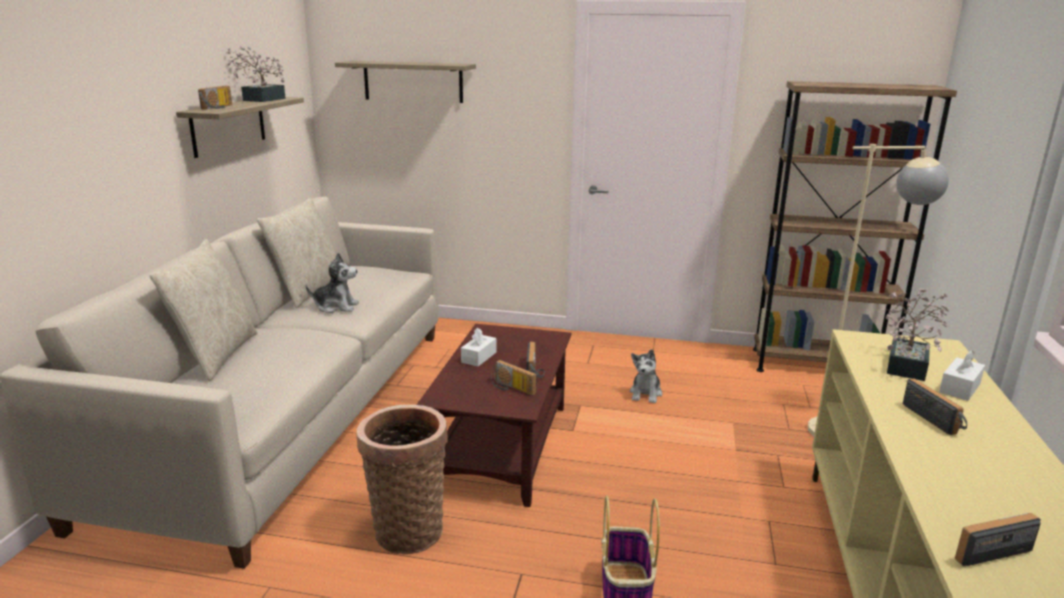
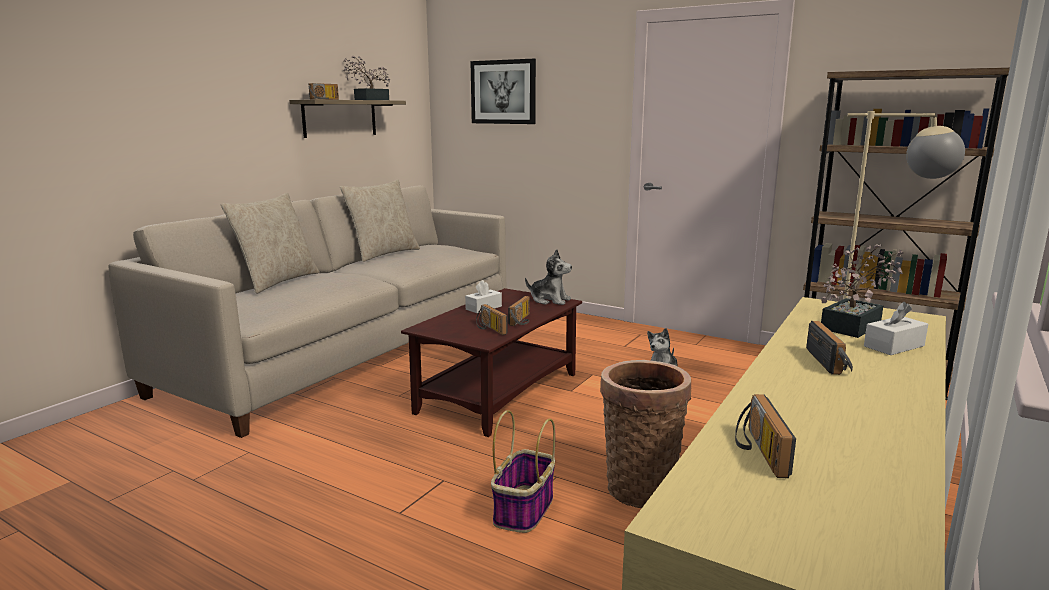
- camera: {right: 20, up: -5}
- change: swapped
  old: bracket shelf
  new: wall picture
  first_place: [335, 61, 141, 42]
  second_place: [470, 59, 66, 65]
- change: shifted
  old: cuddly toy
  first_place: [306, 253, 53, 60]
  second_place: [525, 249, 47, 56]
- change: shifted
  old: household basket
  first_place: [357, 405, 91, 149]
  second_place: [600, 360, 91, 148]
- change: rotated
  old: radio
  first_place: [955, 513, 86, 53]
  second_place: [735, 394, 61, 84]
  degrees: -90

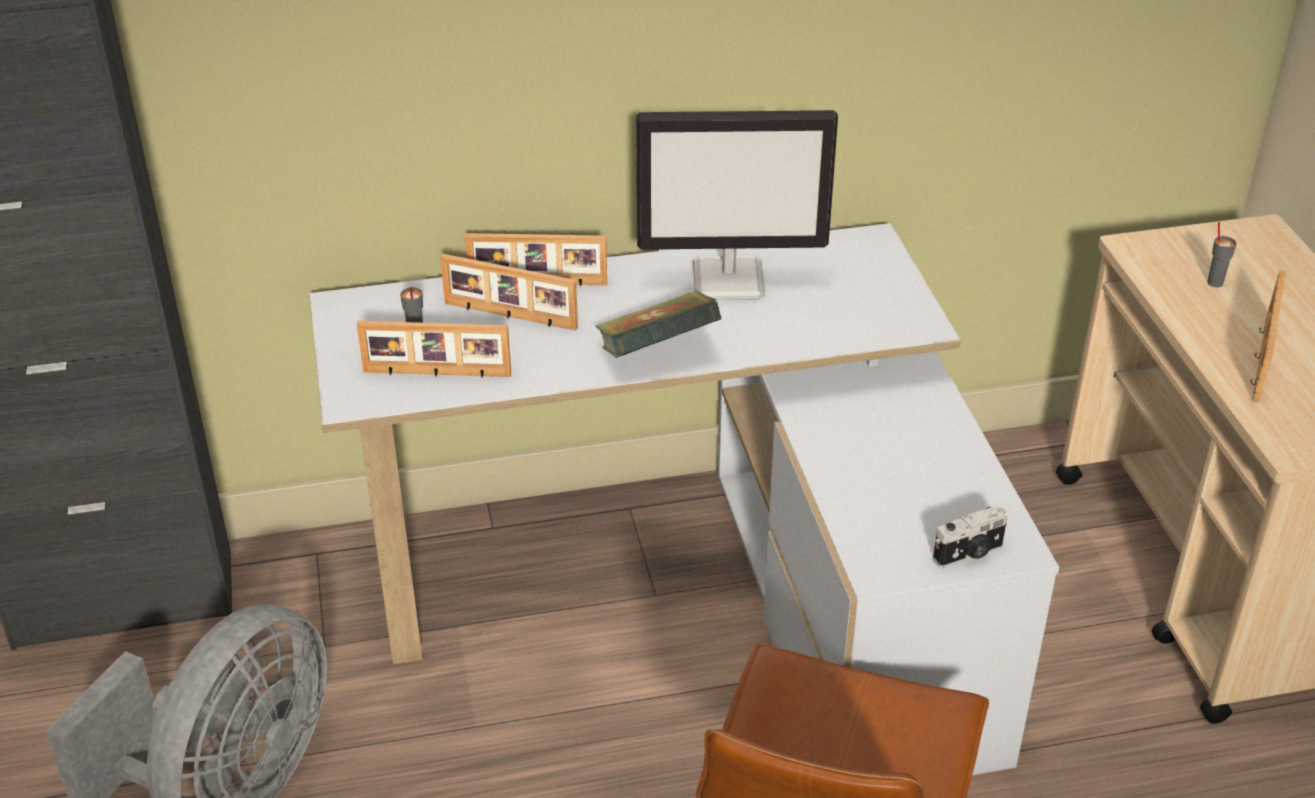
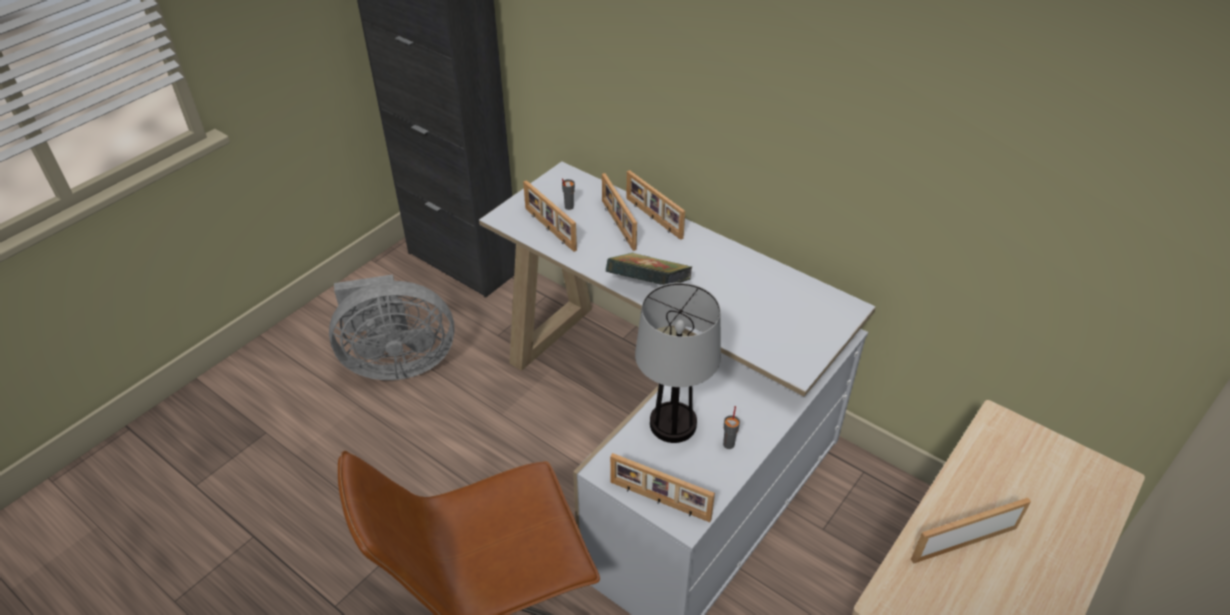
- camera: {right: 50, up: 5}
- change: swapped
  old: still camera
  new: photo frame
  first_place: [933, 506, 74, 62]
  second_place: [610, 453, 105, 69]
- change: new
  new: lamp for a table
  second_place: [635, 283, 86, 160]
- change: shifted
  old: cup (greyish)
  first_place: [1207, 222, 30, 65]
  second_place: [723, 406, 17, 43]
- change: gone
  old: monitor
  first_place: [636, 110, 202, 190]

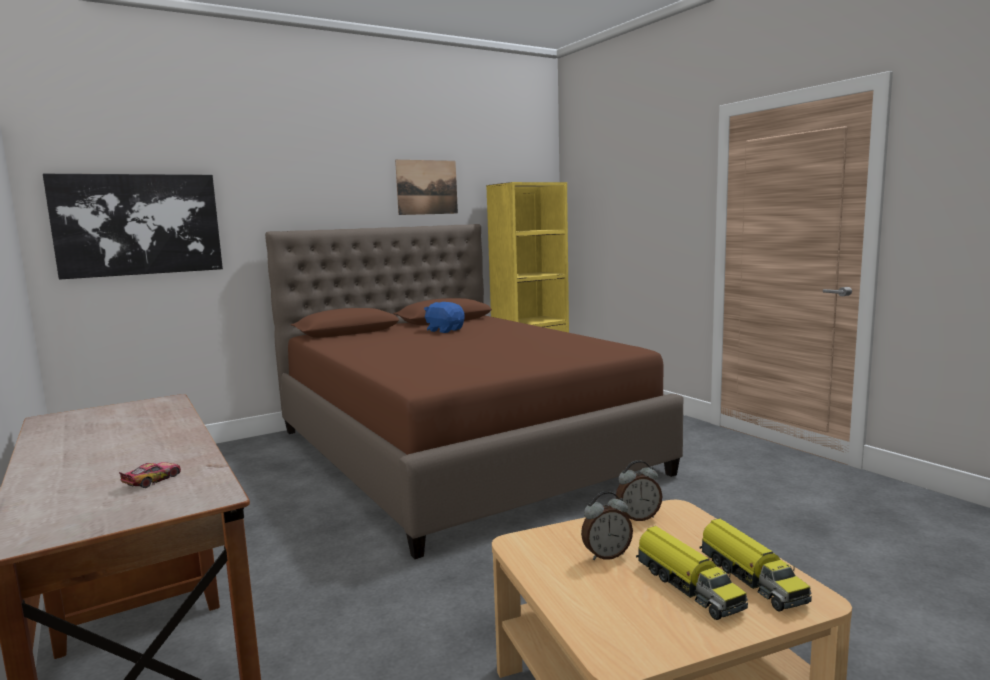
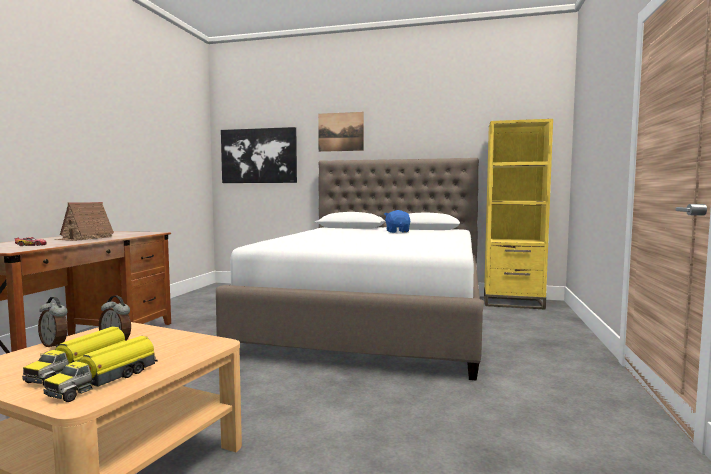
- camera: {right: 45, up: -5}
- change: shifted
  old: bedside clock
  first_place: [616, 460, 46, 61]
  second_place: [38, 297, 30, 50]
- change: new
  new: toy house
  second_place: [55, 202, 59, 39]
- change: repainted
  old: sleeping bed (brown)
  new: sleeping bed (white-coloured)
  first_place: [265, 224, 419, 335]
  second_place: [216, 158, 268, 223]
- change: shifted
  old: wall picture
  first_place: [395, 160, 63, 55]
  second_place: [318, 112, 46, 40]

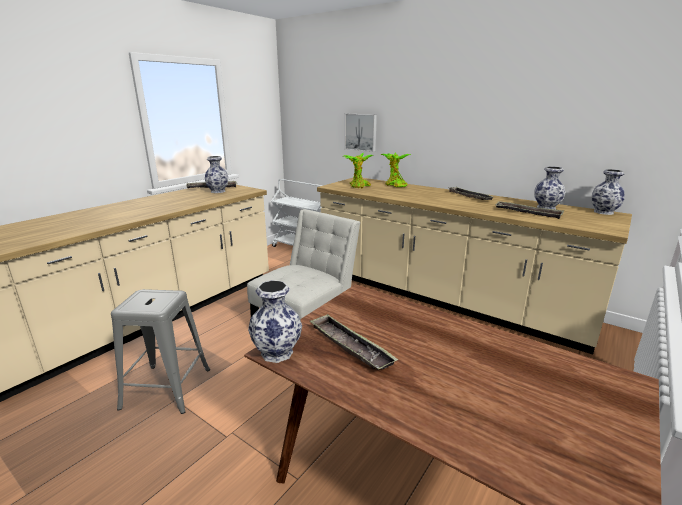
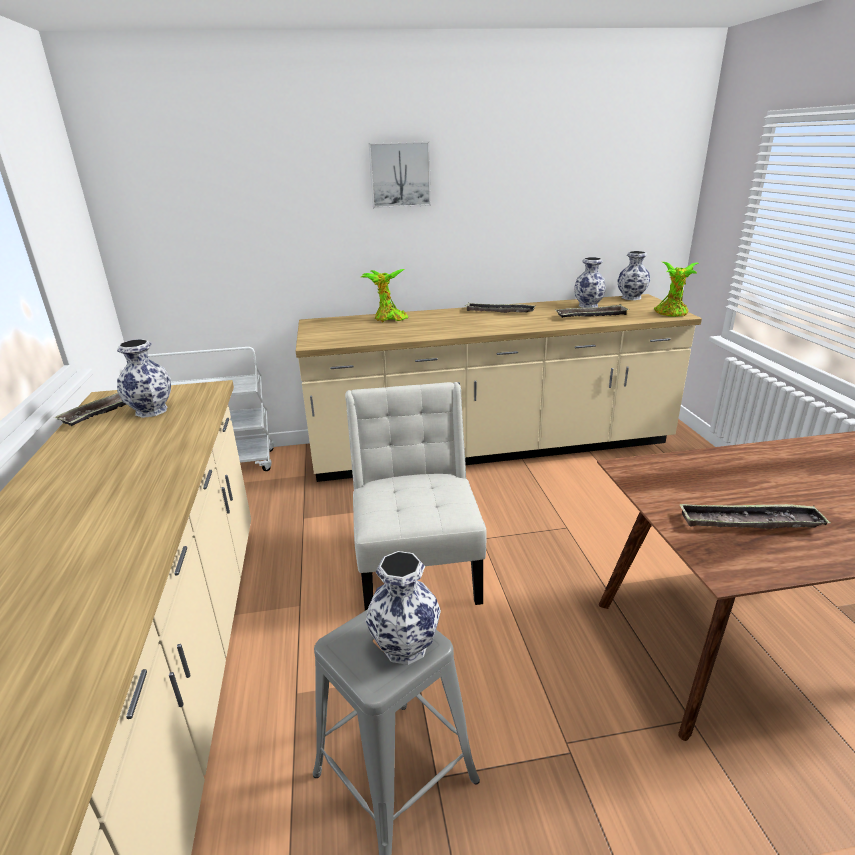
- camera: {right: -45, up: 5}
- change: shifted
  old: vase
  first_place: [248, 280, 54, 83]
  second_place: [365, 551, 76, 114]
- change: shifted
  old: wall picture
  first_place: [344, 114, 33, 38]
  second_place: [369, 141, 62, 67]
- change: shifted
  old: plant in a pot
  first_place: [344, 153, 30, 36]
  second_place: [654, 262, 45, 55]

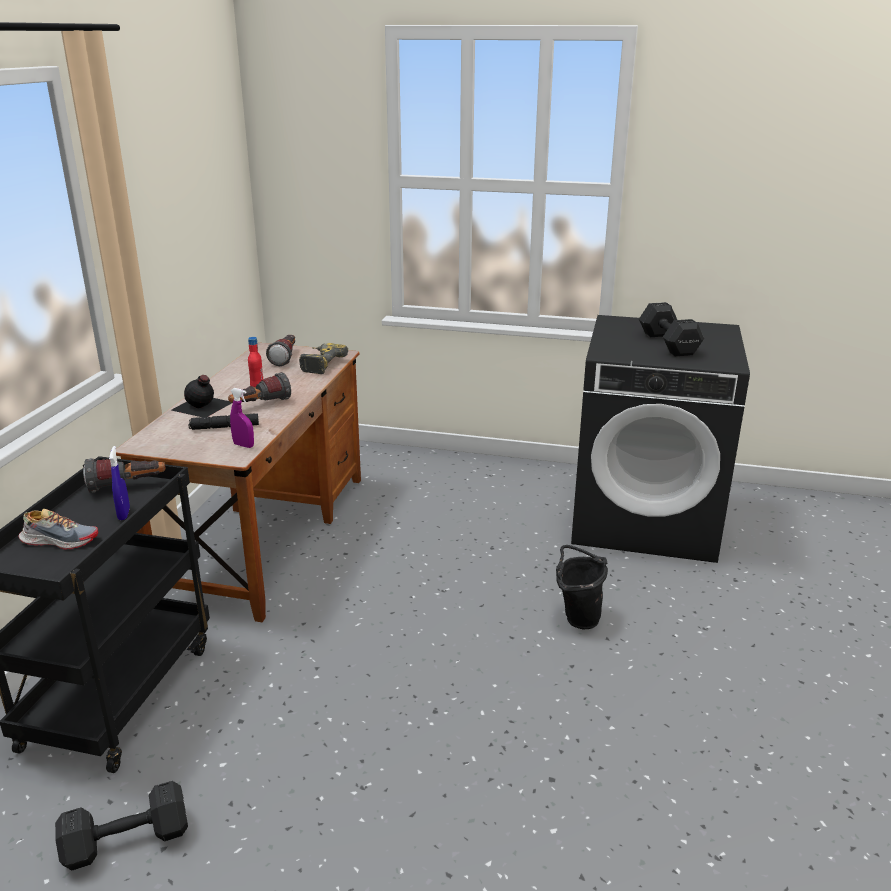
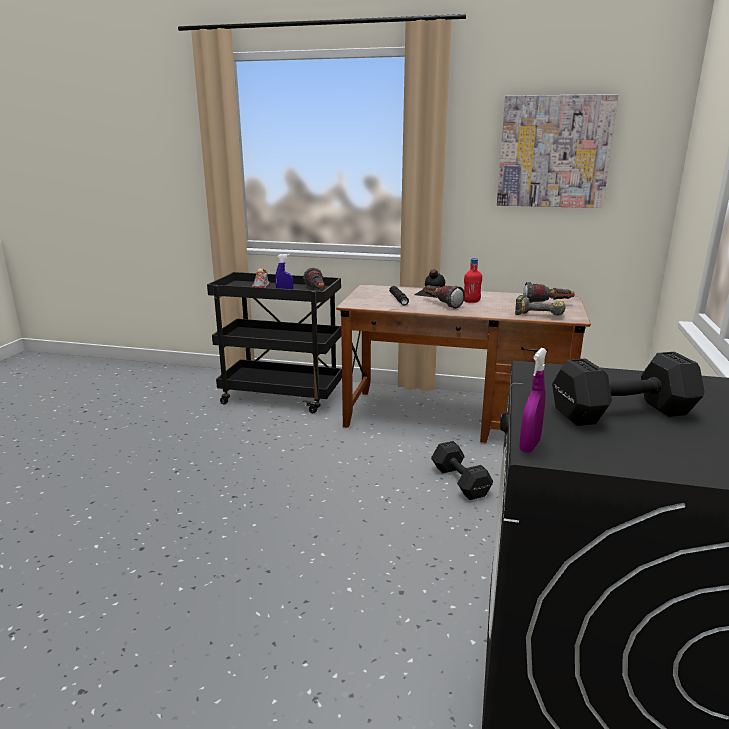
- camera: {right: 90, up: -5}
- change: shifted
  old: hand weight (blackish)
  first_place: [55, 781, 133, 89]
  second_place: [431, 441, 62, 59]
- change: new
  new: wall picture
  second_place: [497, 94, 121, 114]
- change: shifted
  old: spray bottle (purplish)
  first_place: [230, 388, 24, 60]
  second_place: [519, 348, 28, 105]
- change: gone
  old: bucket (blackish)
  first_place: [556, 545, 52, 84]

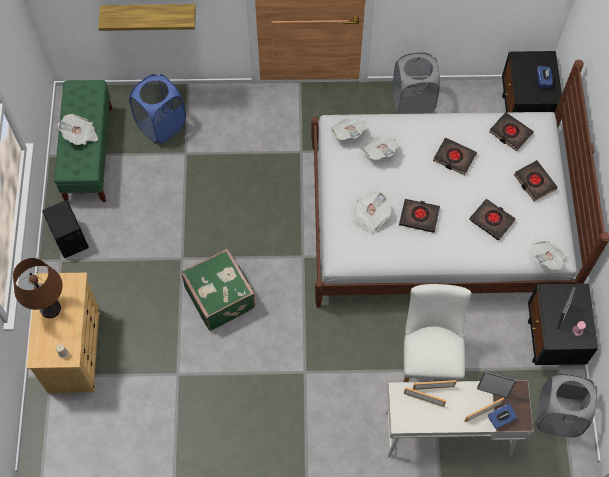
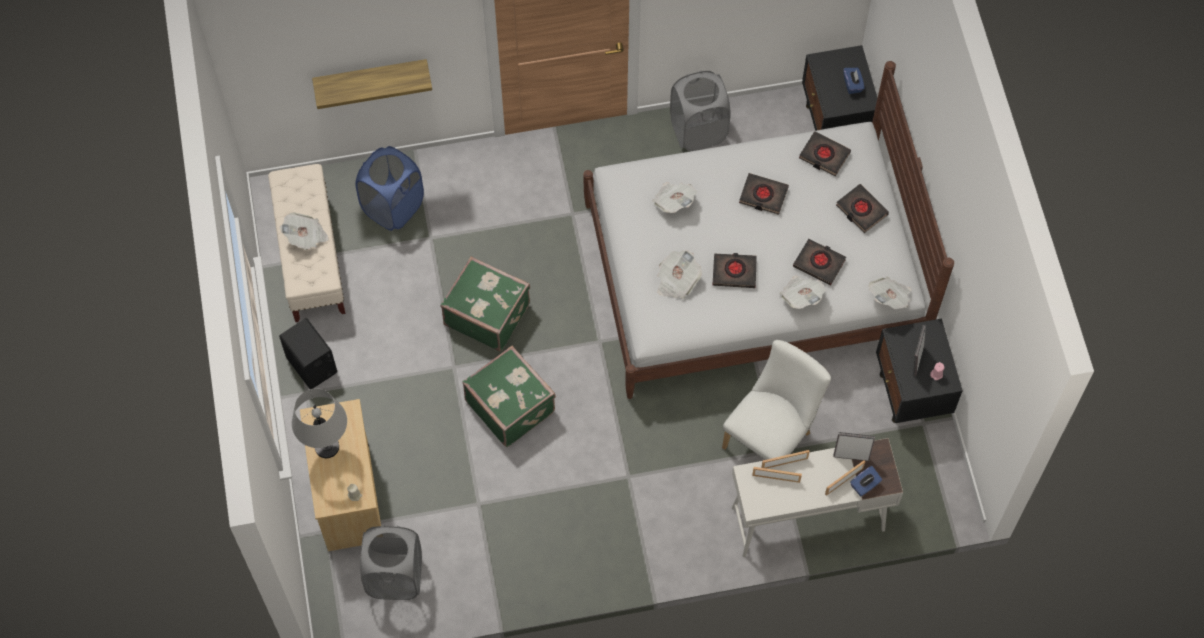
- camera: {right: -10, up: 0}
- change: repainted
  old: long seat (greenish)
  new: long seat (beige)
  first_place: [54, 80, 58, 122]
  second_place: [268, 164, 77, 158]
- change: repainted
  old: lamp for a table (brown)
  new: lamp for a table (greyish)
  first_place: [13, 258, 50, 60]
  second_place: [292, 388, 55, 70]
- change: shifted
  old: laundry basket (greyish)
  first_place: [536, 374, 61, 63]
  second_place: [360, 526, 62, 74]
- change: new
  new: piece of luggage (greenish)
  second_place: [440, 256, 90, 96]
- change: rotated
  old: upright chair (white-coloured)
  first_place: [403, 284, 69, 98]
  second_place: [722, 340, 109, 120]
  degrees: 45
- change: shifted
  old: daily paper
  first_place: [331, 116, 36, 24]
  second_place: [779, 276, 48, 33]

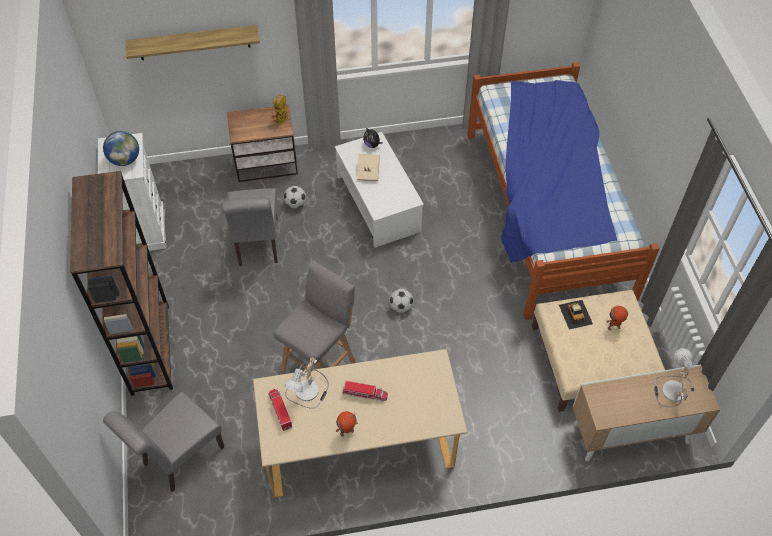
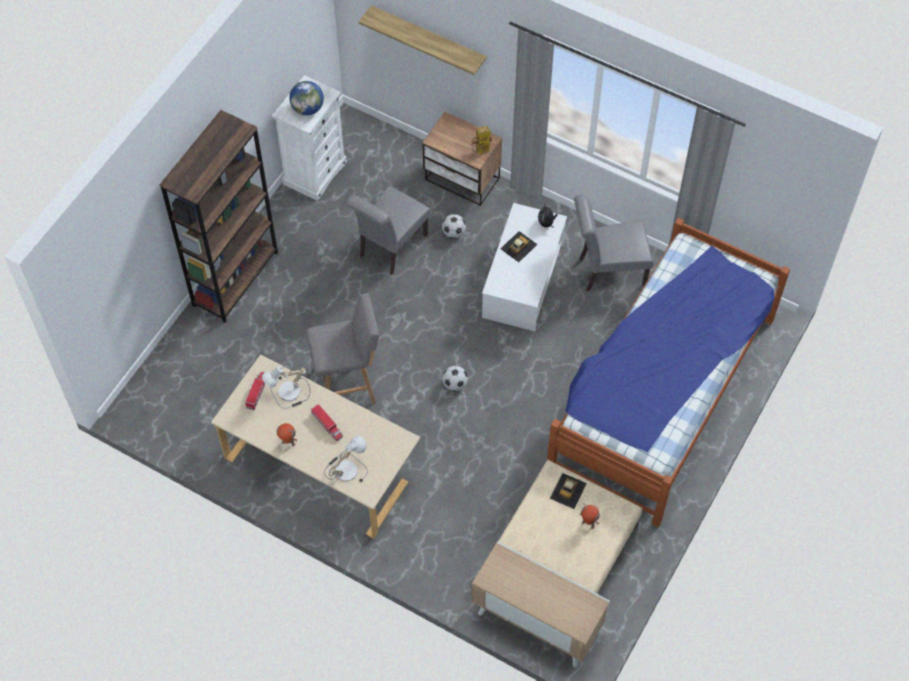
- camera: {right: 40, up: 5}
- change: shifted
  old: lamp for a table
  first_place: [654, 348, 40, 59]
  second_place: [324, 436, 44, 46]
- change: swapped
  old: volume (beige)
  new: miniature car
  first_place: [357, 154, 23, 28]
  second_place: [500, 231, 38, 31]
- change: shifted
  old: upright chair (greyish)
  first_place: [103, 392, 121, 101]
  second_place: [574, 195, 79, 96]

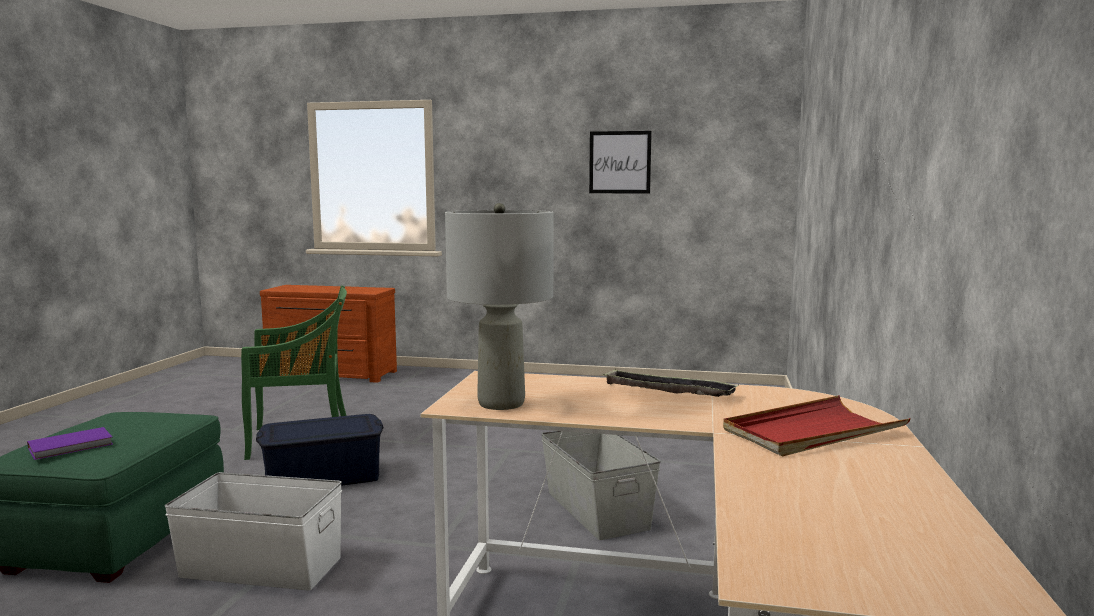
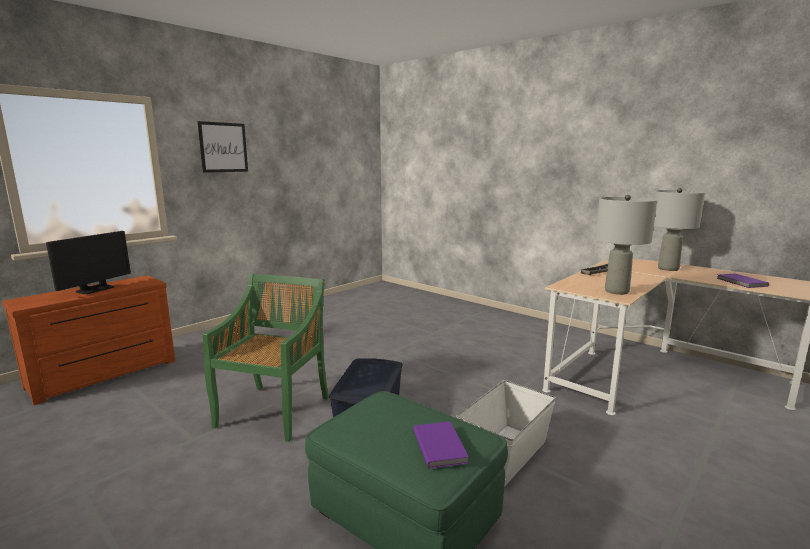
- camera: {right: -60, up: 5}
- change: new
  new: monitor
  second_place: [46, 231, 85, 63]
- change: shifted
  old: wall picture
  first_place: [589, 131, 63, 62]
  second_place: [198, 121, 50, 52]
- change: swapped
  old: serving tray (reddish)
  new: lamp for a table (greyish)
  first_place: [723, 396, 187, 60]
  second_place: [654, 188, 51, 83]
- change: new
  new: volume (purplish)
  second_place: [716, 273, 53, 15]
- change: gone
  old: storage container (greyish)
  first_place: [541, 431, 120, 109]

